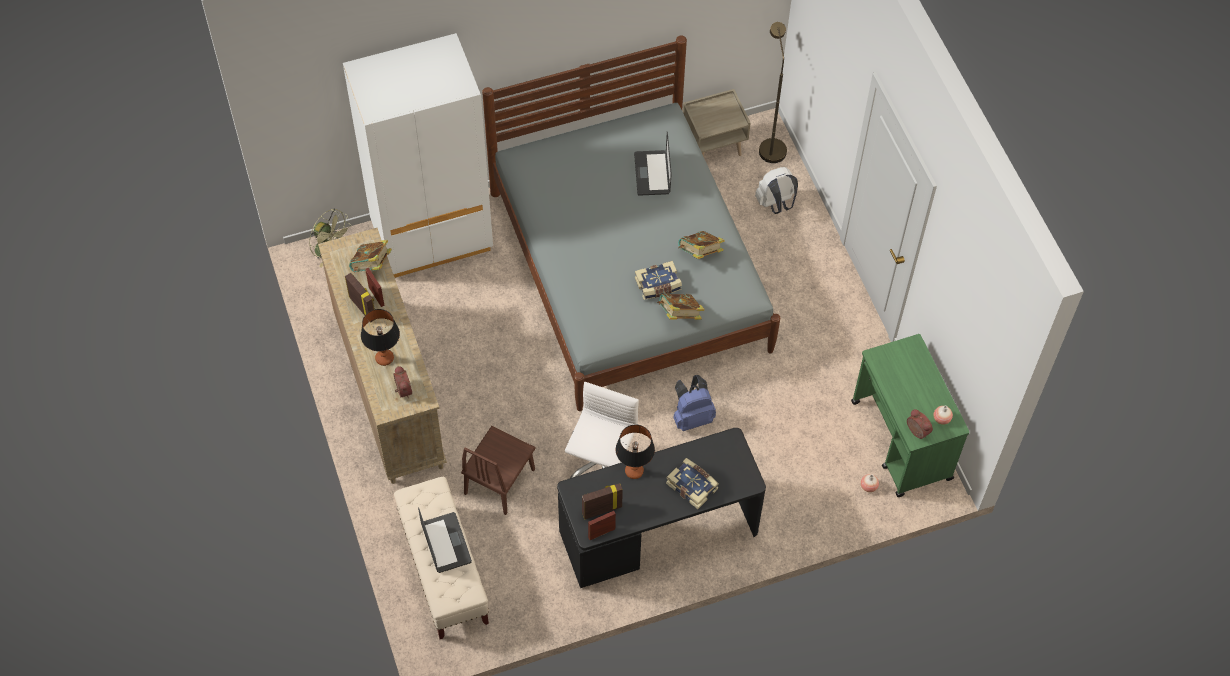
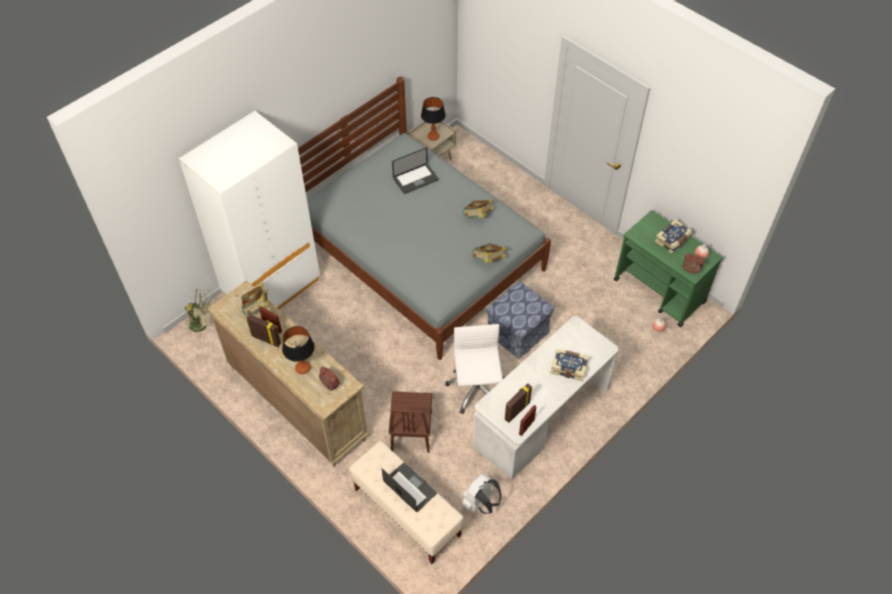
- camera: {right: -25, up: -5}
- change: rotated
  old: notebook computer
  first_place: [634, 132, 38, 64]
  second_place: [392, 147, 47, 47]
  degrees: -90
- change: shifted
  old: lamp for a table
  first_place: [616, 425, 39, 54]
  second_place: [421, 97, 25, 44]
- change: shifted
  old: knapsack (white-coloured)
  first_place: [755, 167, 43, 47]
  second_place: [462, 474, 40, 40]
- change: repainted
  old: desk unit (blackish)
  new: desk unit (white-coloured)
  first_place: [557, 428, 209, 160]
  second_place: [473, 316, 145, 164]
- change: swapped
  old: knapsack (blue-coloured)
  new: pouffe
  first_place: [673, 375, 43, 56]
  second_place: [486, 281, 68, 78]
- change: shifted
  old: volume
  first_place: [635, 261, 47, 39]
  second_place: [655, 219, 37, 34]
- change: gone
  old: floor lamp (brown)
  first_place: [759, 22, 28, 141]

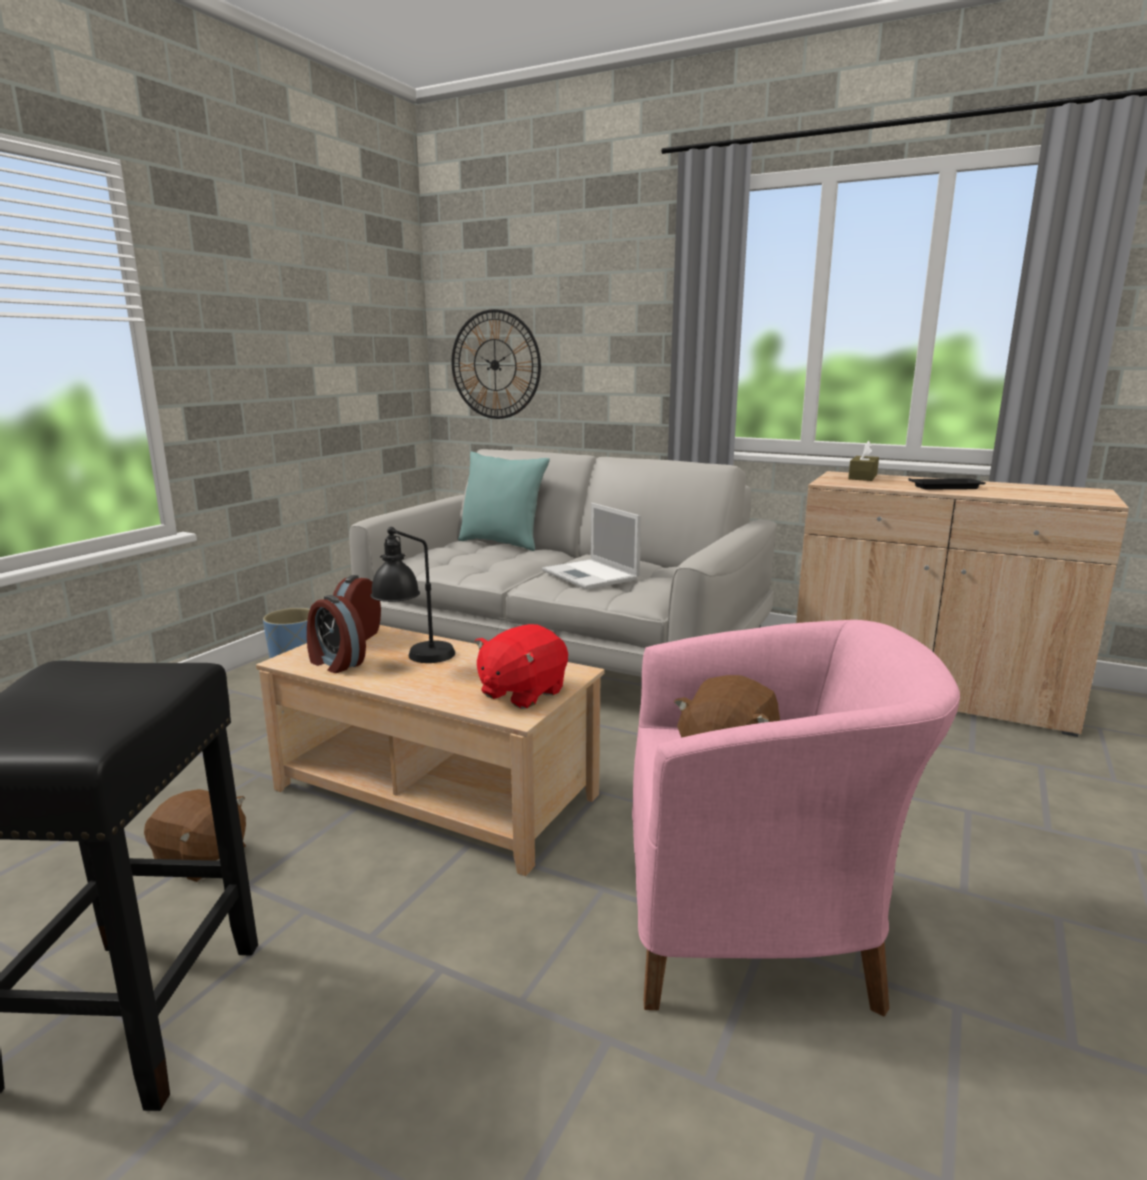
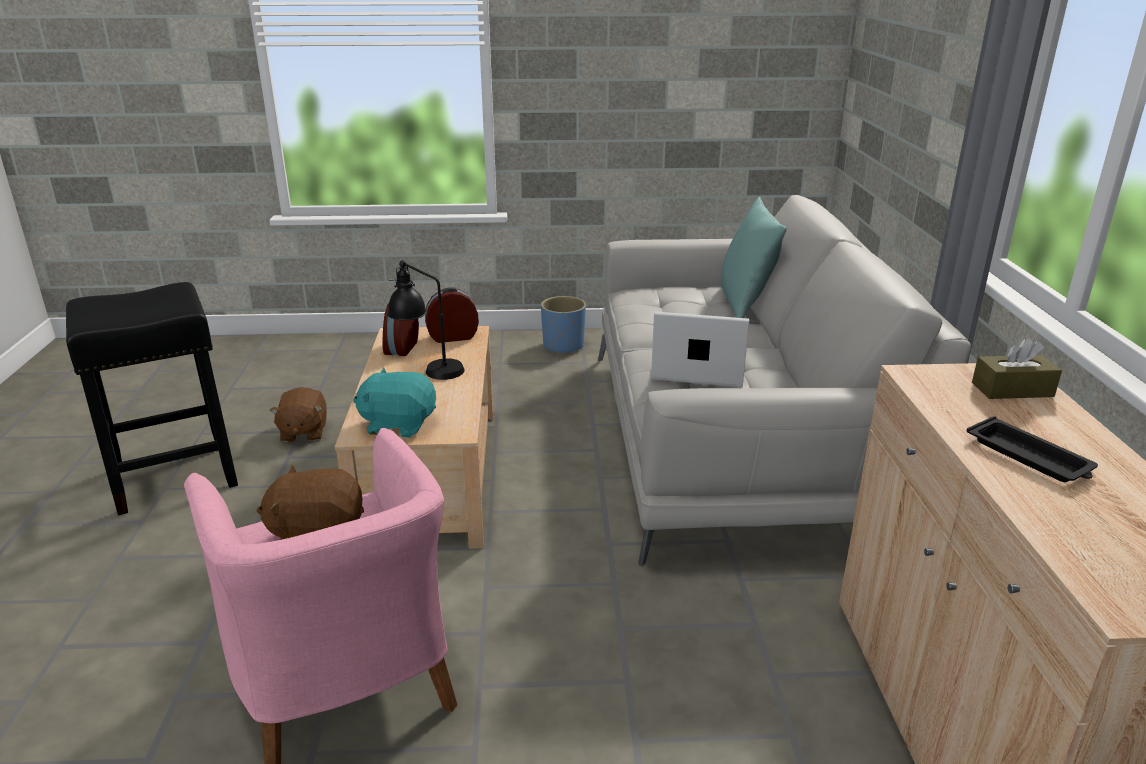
- camera: {right: 60, up: 10}
- change: repainted
  old: cuddly toy (reddish)
  new: cuddly toy (blue-green)
  first_place: [475, 624, 93, 85]
  second_place: [353, 368, 83, 70]
- change: rotated
  old: notebook computer
  first_place: [542, 503, 99, 87]
  second_place: [651, 312, 98, 75]
  degrees: 75
- change: gone
  old: hanging clock
  first_place: [452, 309, 89, 110]

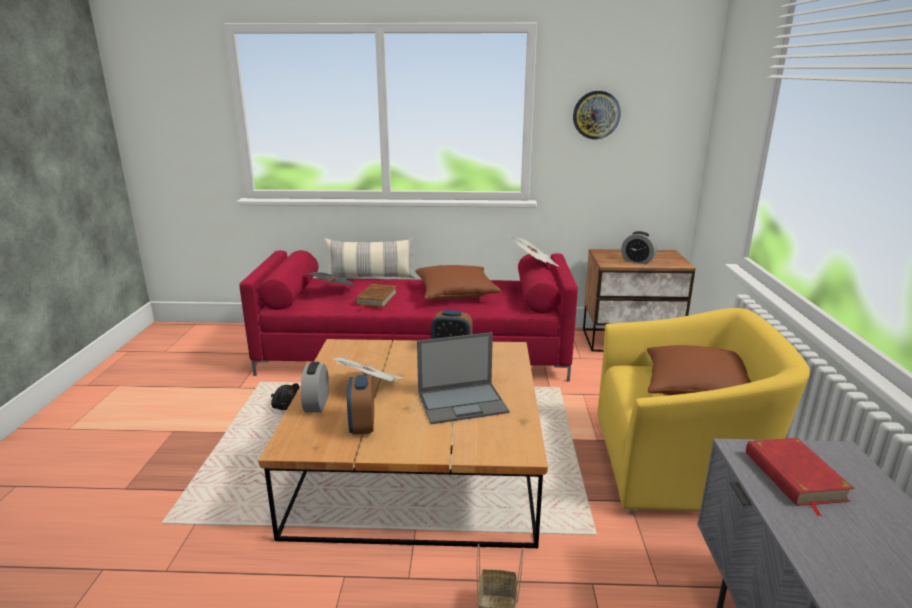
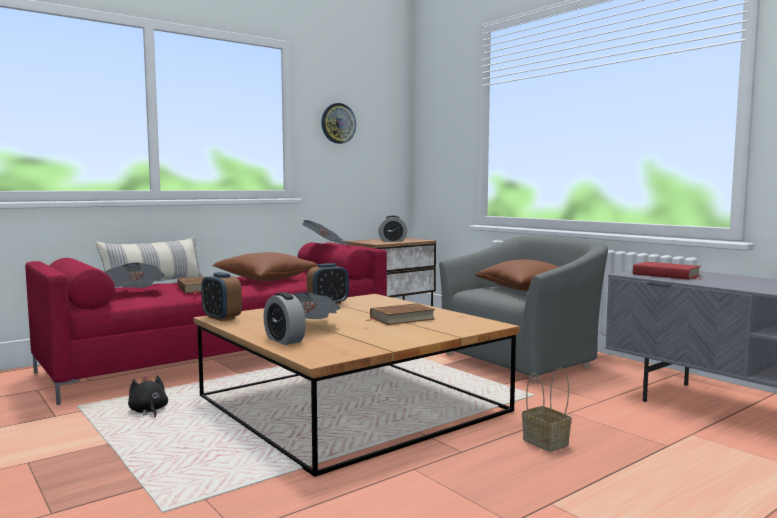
- camera: {right: -40, up: -15}
- change: rotated
  old: cuddly toy (blackish)
  first_place: [271, 383, 29, 27]
  second_place: [128, 375, 40, 43]
  degrees: -120
- change: shifted
  old: bedside clock
  first_place: [347, 375, 27, 59]
  second_place: [201, 272, 41, 49]
- change: swapped
  old: notebook computer
  new: volume (brown)
  first_place: [417, 332, 92, 92]
  second_place: [366, 303, 70, 22]
- change: repainted
  old: easy chair (yellow)
  new: easy chair (greyish)
  first_place: [597, 308, 213, 207]
  second_place: [439, 236, 169, 147]

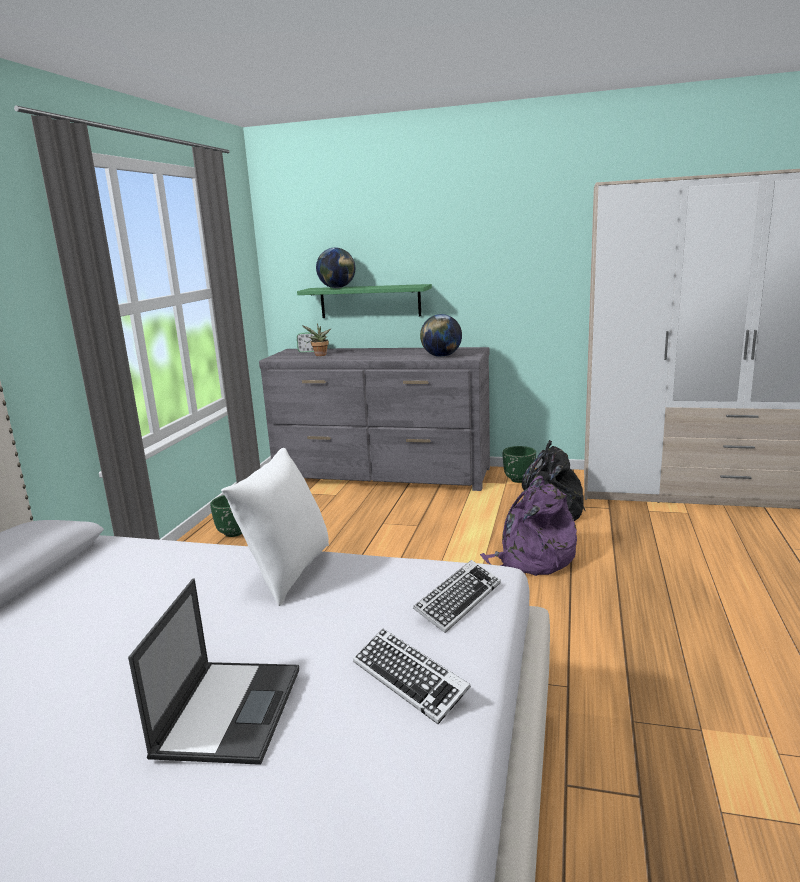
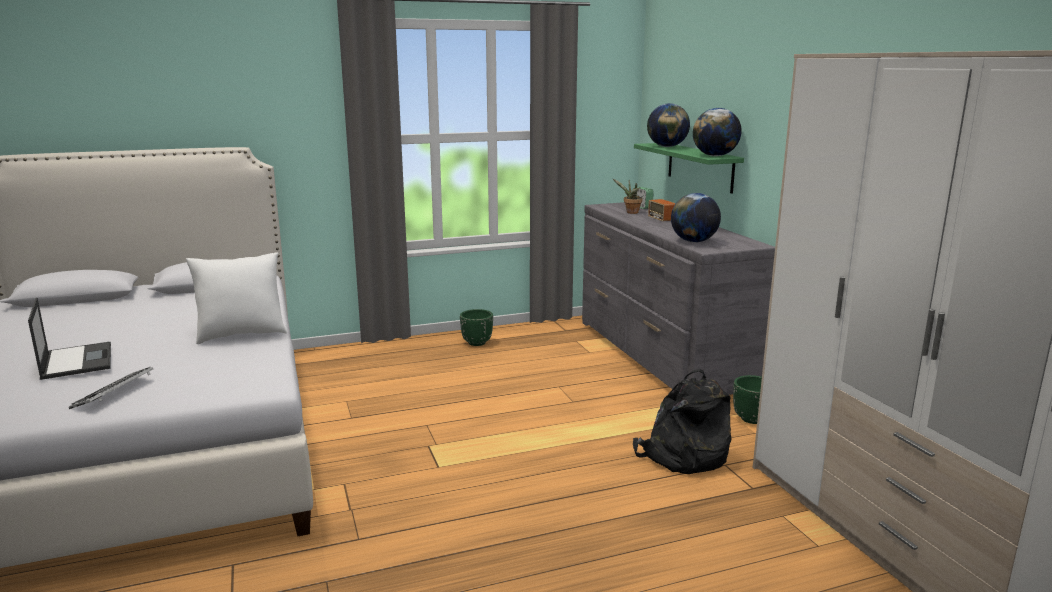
- camera: {right: 55, up: 0}
- change: rotated
  old: notebook computer
  first_place: [128, 578, 171, 187]
  second_place: [28, 298, 83, 82]
  degrees: -90
- change: new
  new: radio
  second_place: [646, 199, 30, 22]
- change: new
  new: desk globe
  second_place: [693, 108, 49, 48]
- change: gone
  old: computer keyboard
  first_place: [413, 560, 88, 73]
- change: gone
  old: knapsack (purplish)
  first_place: [480, 475, 97, 101]

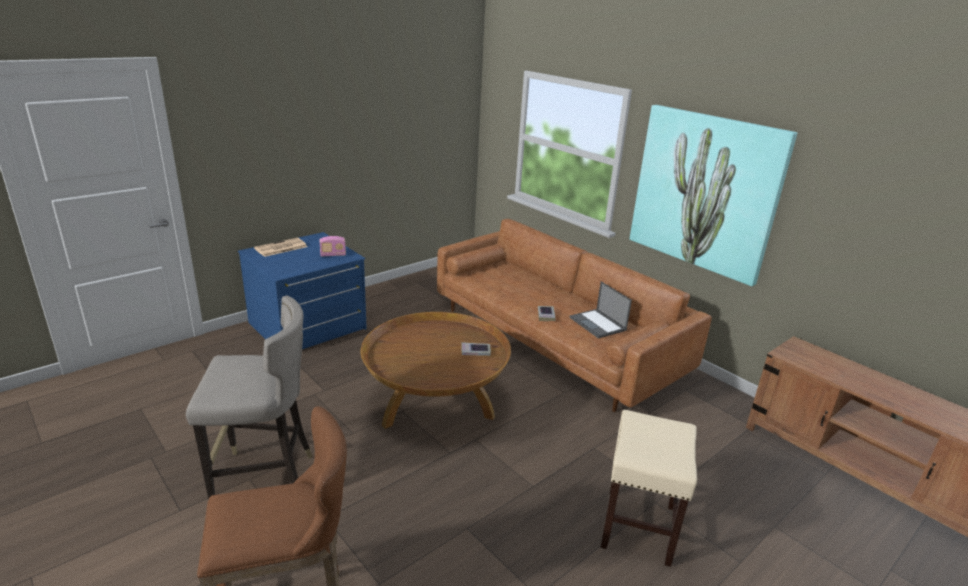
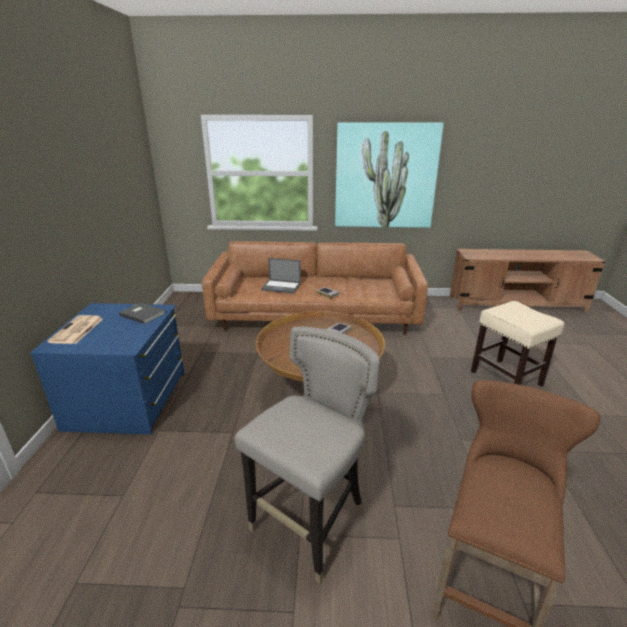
- camera: {right: -45, up: 0}
- change: swapped
  old: radio
  new: volume (greyish)
  first_place: [320, 236, 26, 21]
  second_place: [119, 303, 47, 21]
- change: shifted
  old: notebook computer
  first_place: [569, 281, 63, 58]
  second_place: [261, 258, 40, 36]

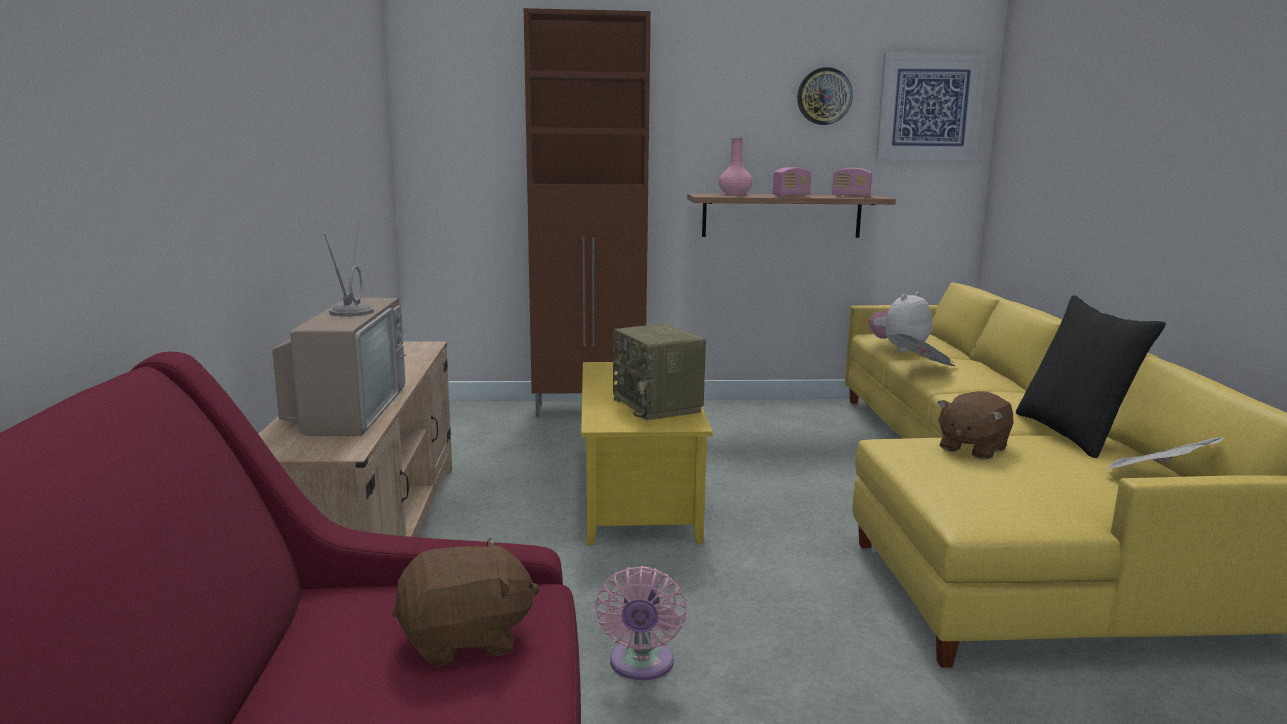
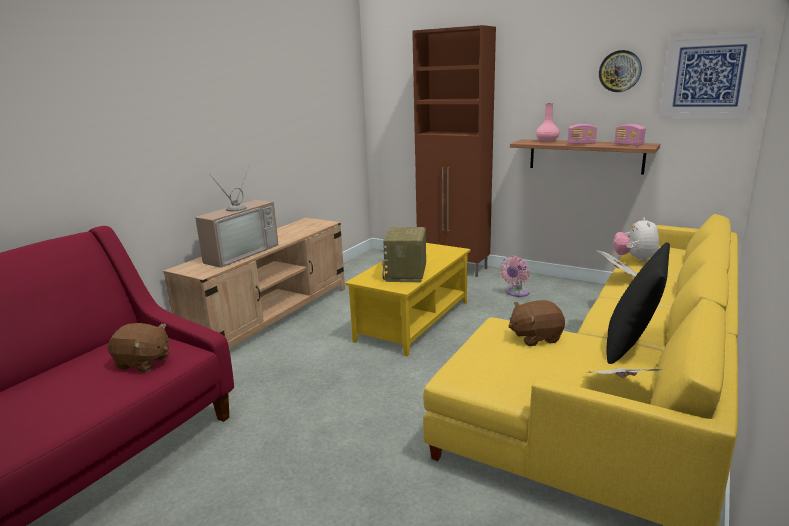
- camera: {right: 35, up: 5}
- change: shifted
  old: fan (pinkish)
  first_place: [595, 566, 92, 114]
  second_place: [500, 256, 30, 41]
- change: rotated
  old: cuddly toy
  first_place: [869, 292, 63, 60]
  second_place: [613, 217, 46, 45]
  degrees: -75

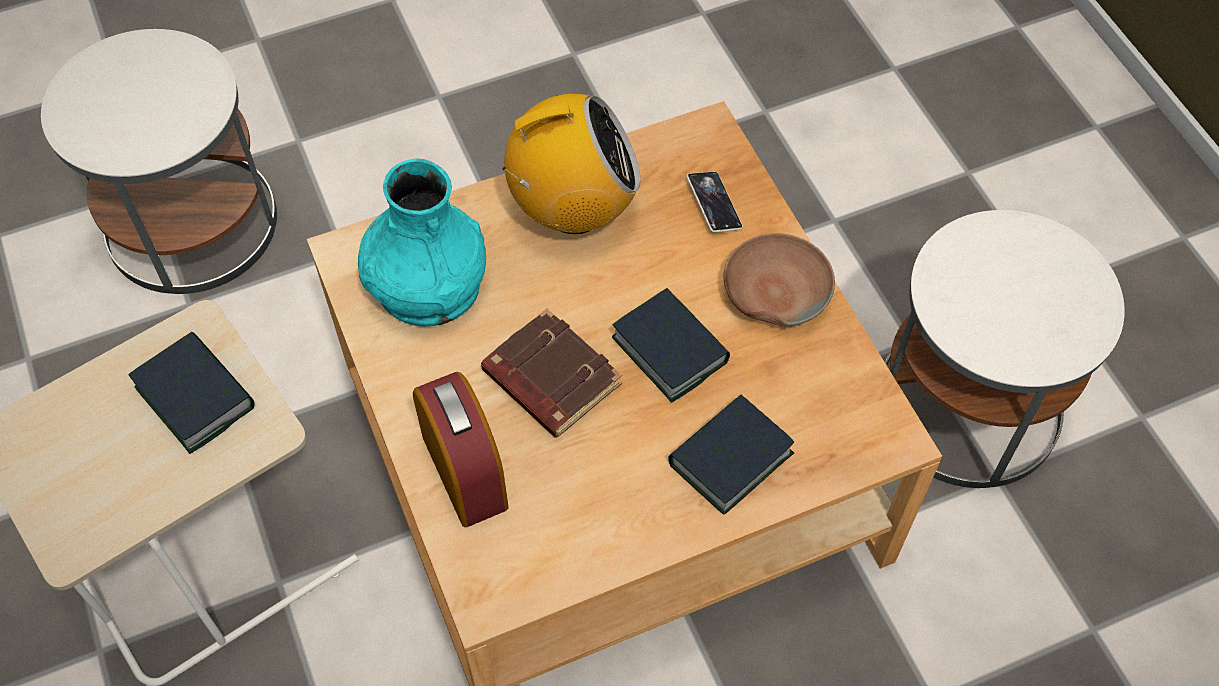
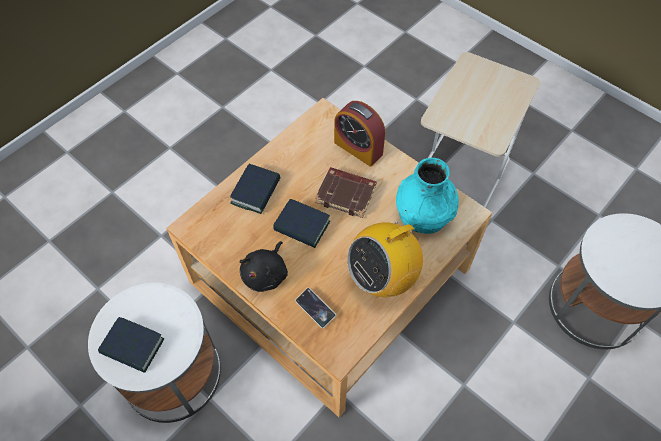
- camera: {right: 155, up: 0}
- change: shifted
  old: volume
  first_place: [128, 332, 127, 122]
  second_place: [98, 317, 66, 56]
- change: swapped
  old: deep dish (brown)
  new: cuddly toy (blackish)
  first_place: [723, 233, 112, 93]
  second_place: [239, 241, 49, 51]

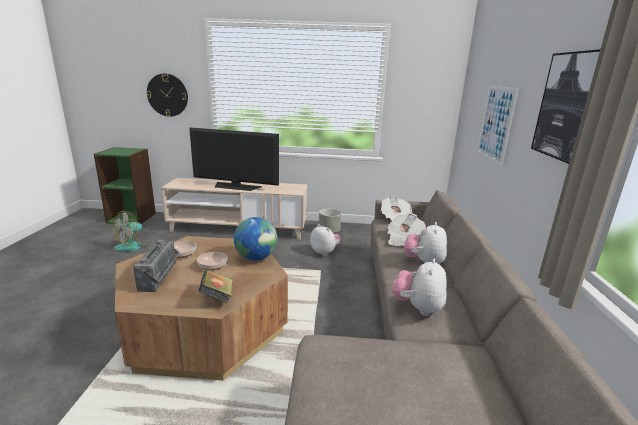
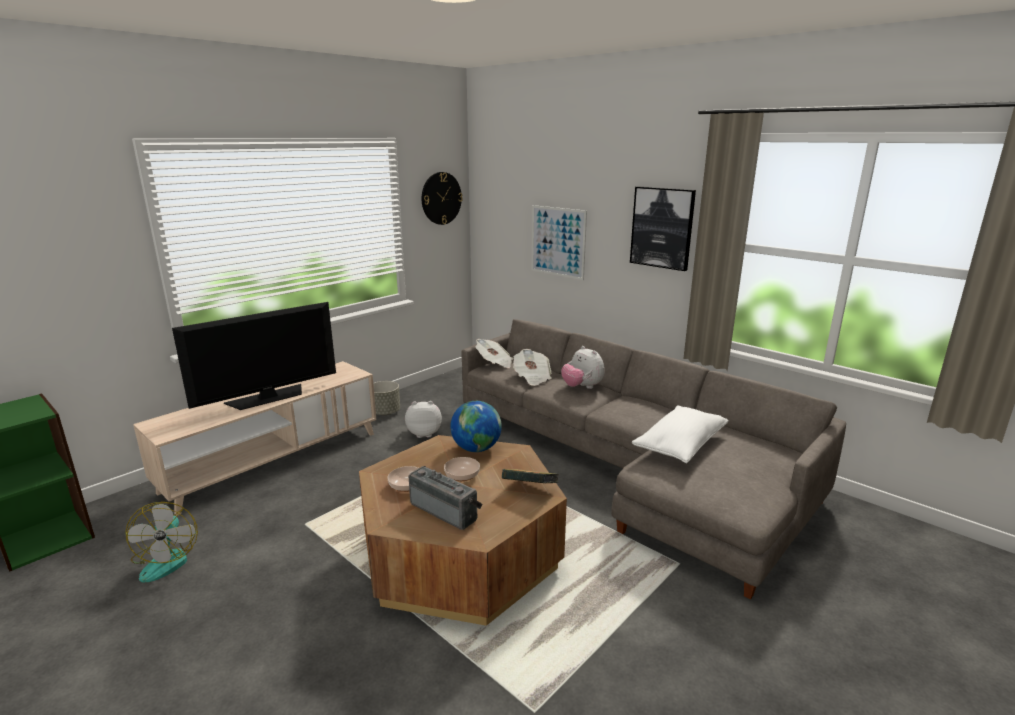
- camera: {right: -50, up: 0}
- change: shifted
  old: hanging clock
  first_place: [146, 74, 42, 43]
  second_place: [422, 172, 41, 53]
- change: new
  new: cushion (white-coloured)
  second_place: [632, 405, 96, 58]
- change: gone
  old: cuddly toy
  first_place: [392, 259, 55, 57]

